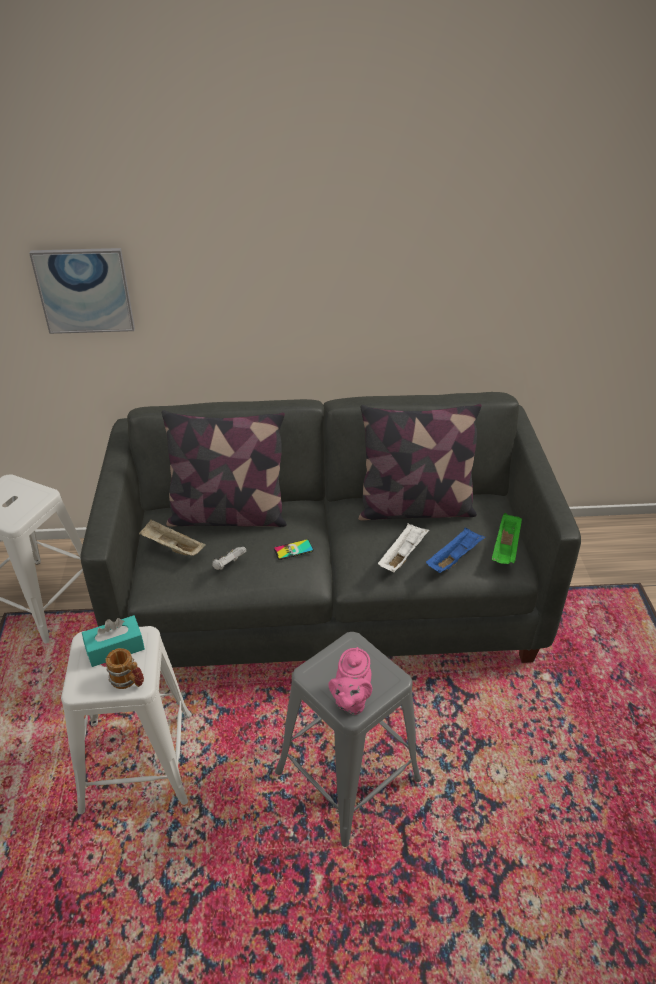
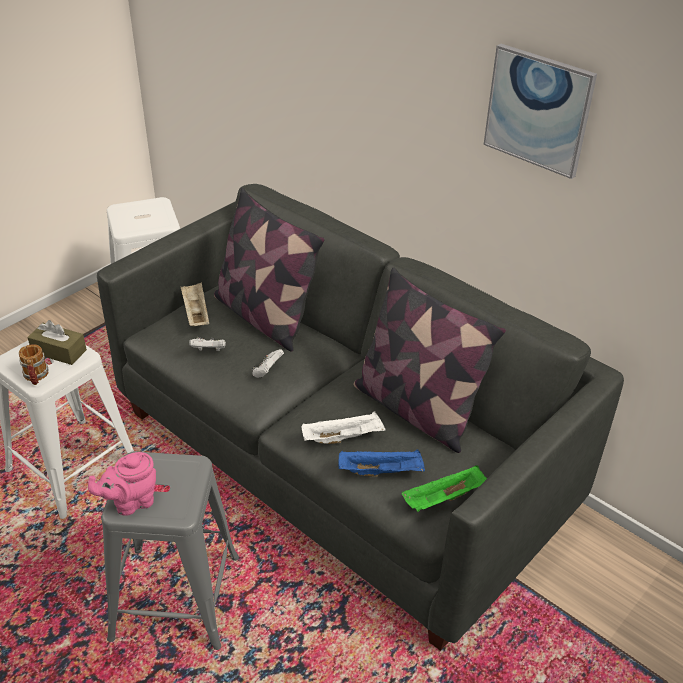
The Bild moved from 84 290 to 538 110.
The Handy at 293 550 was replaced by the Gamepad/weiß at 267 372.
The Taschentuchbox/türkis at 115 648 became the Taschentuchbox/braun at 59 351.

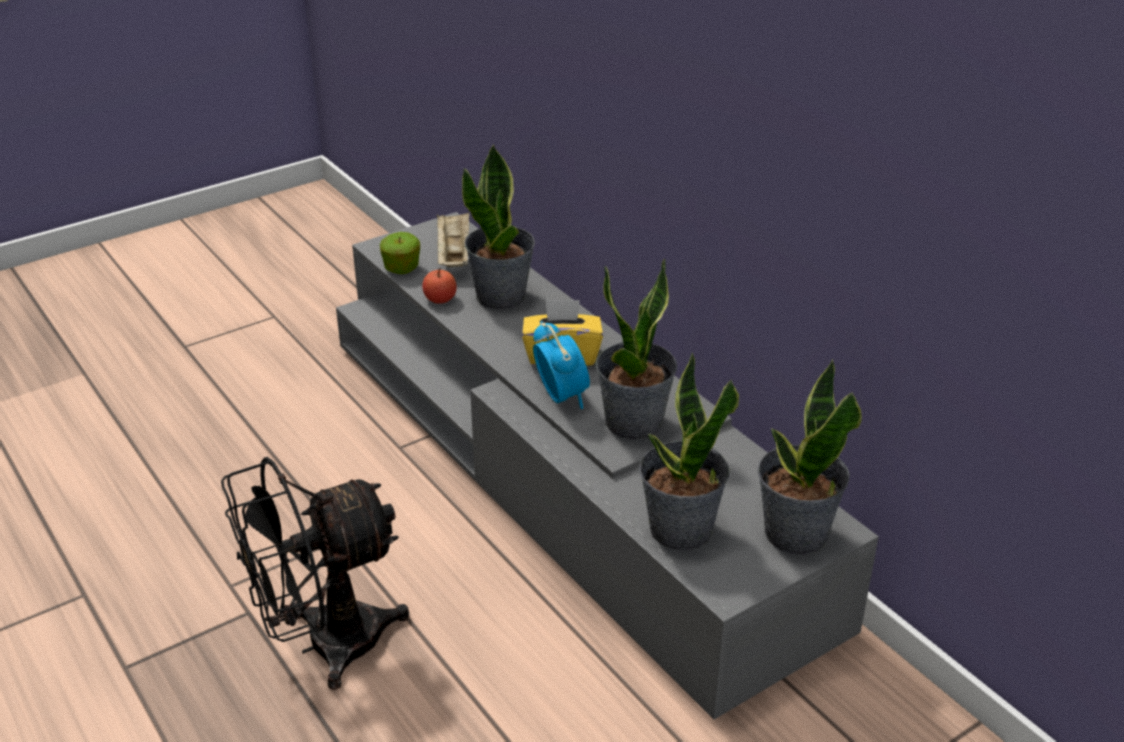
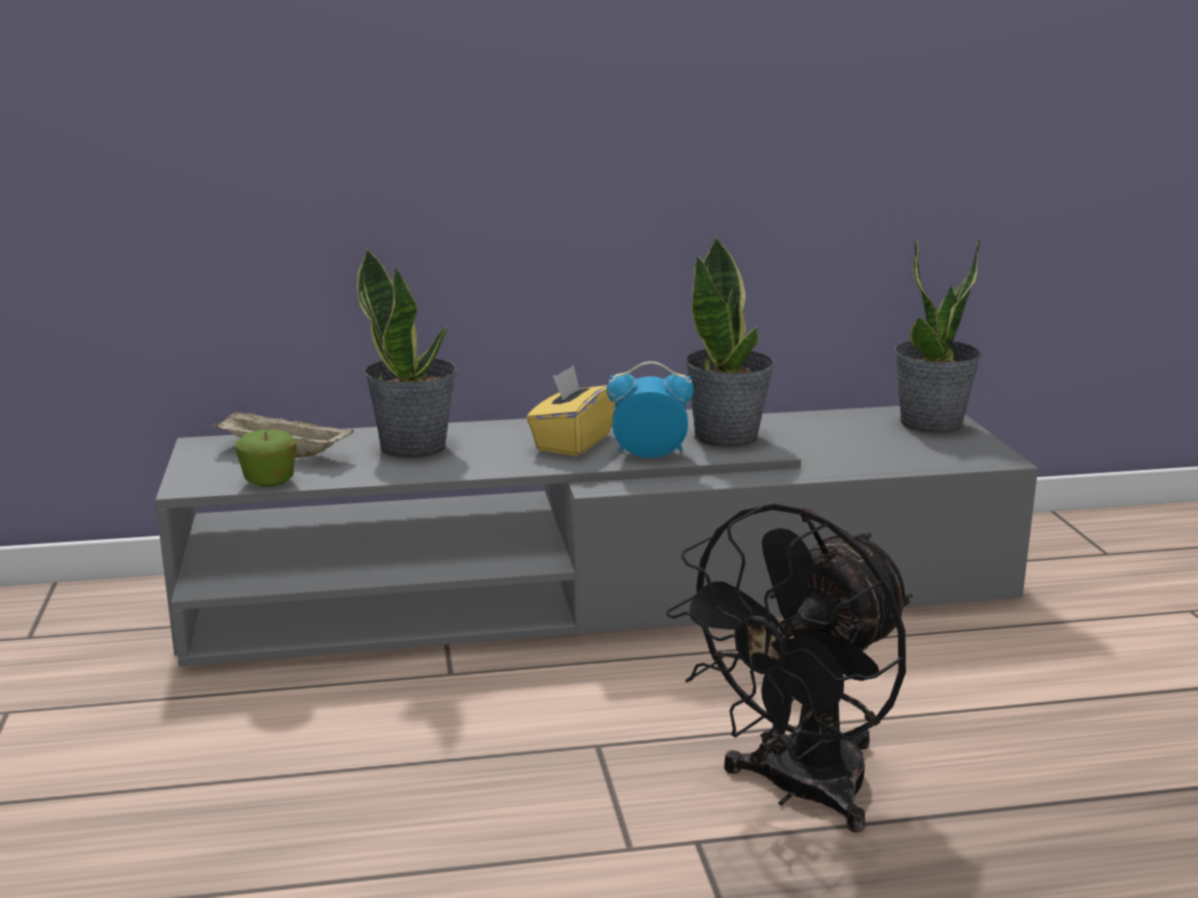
The Apfel at 440 299 disappeared.
The Topfpflanze at 680 530 disappeared.
The Ventilator/schwarz at 324 645 turned 45 degrees clockwise.

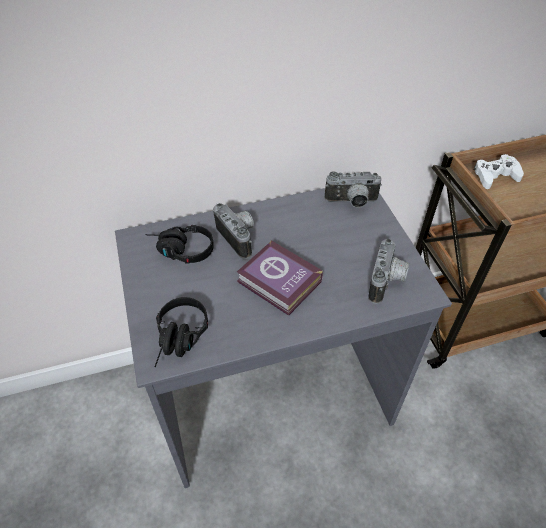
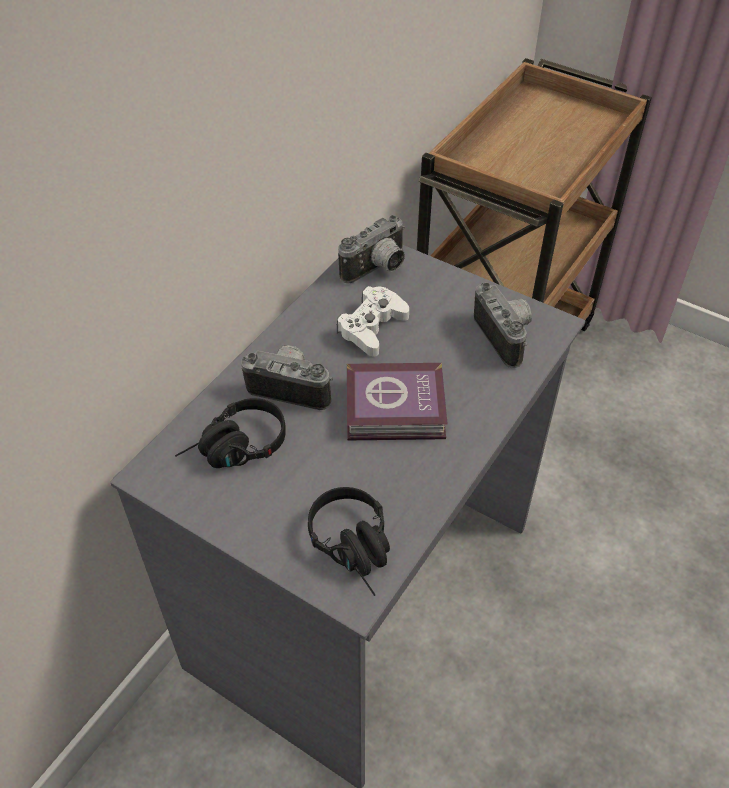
The Gamepad/weiß moved from 495 176 to 372 327.

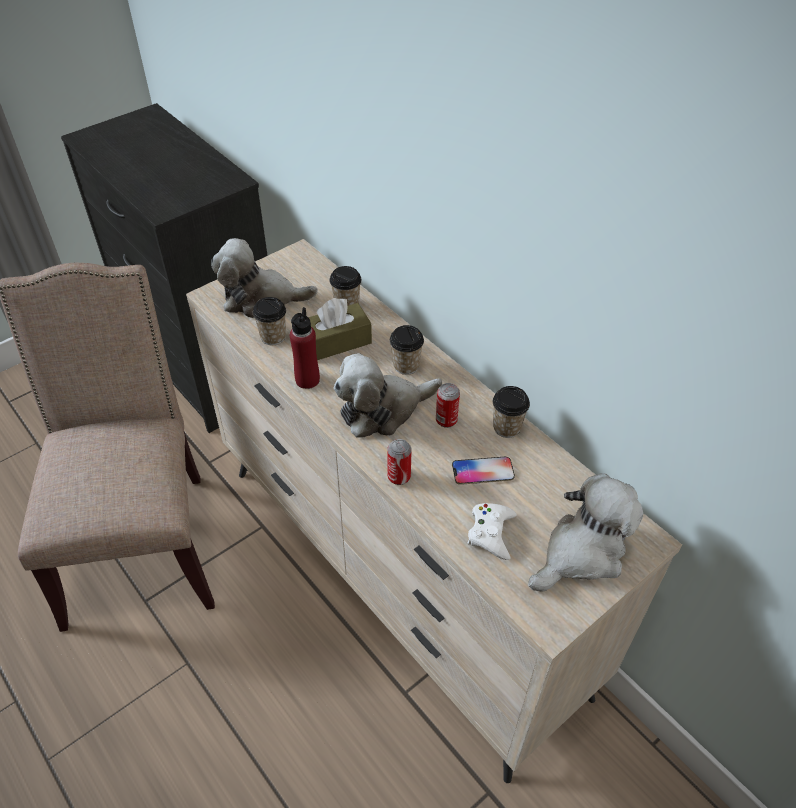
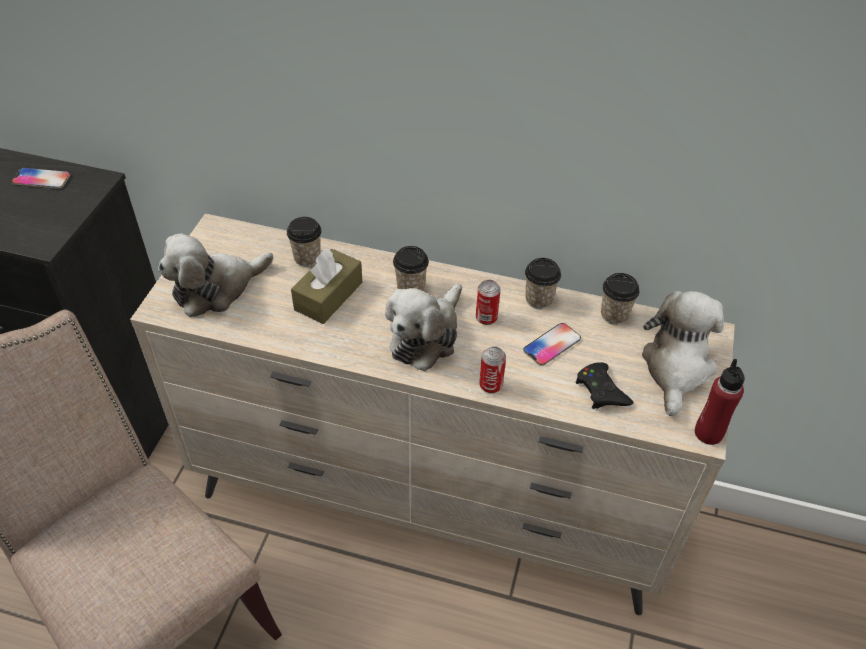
The Handy at 41 179 appeared.
The Tasse moved from 273 337 to 614 315.
The Flasche/rot moved from 307 380 to 708 433.
The Gamepad/weiß at 491 533 became the Gamepad/schwarz at 601 390.

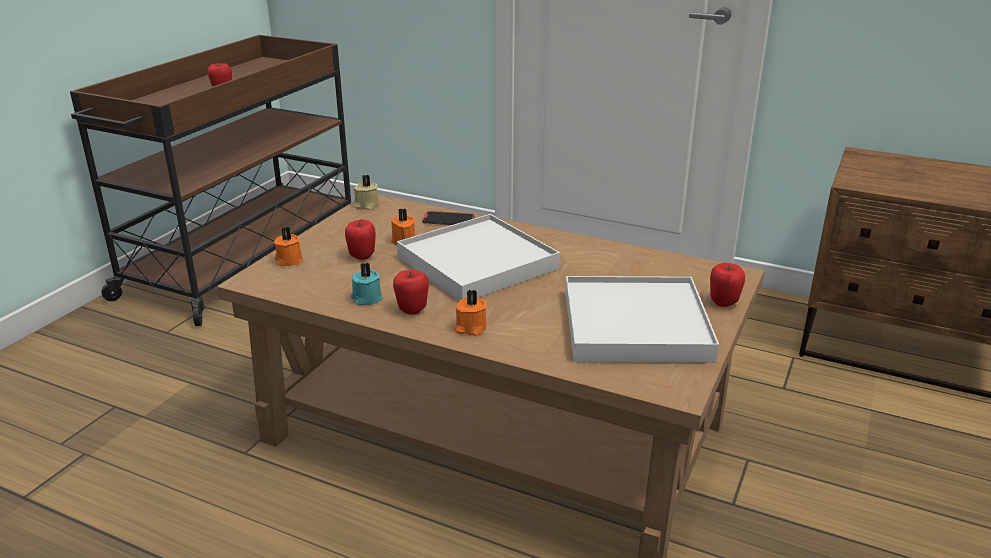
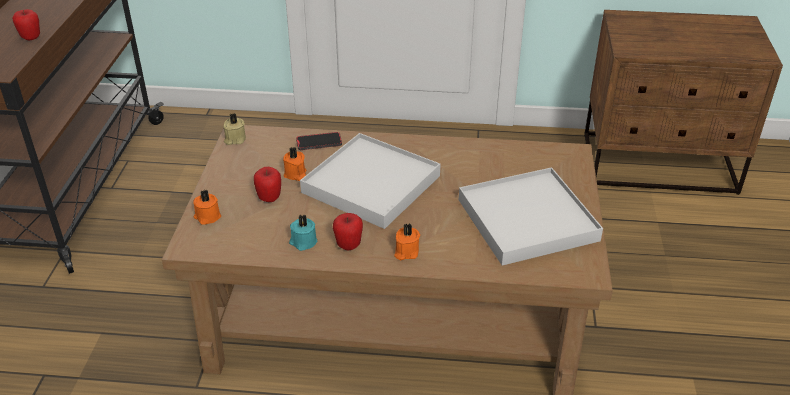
The Apfel at 724 303 disappeared.

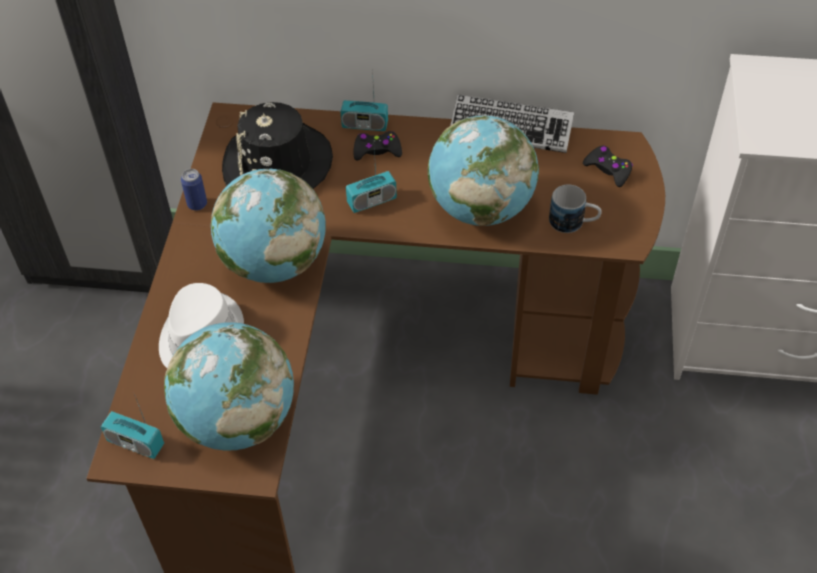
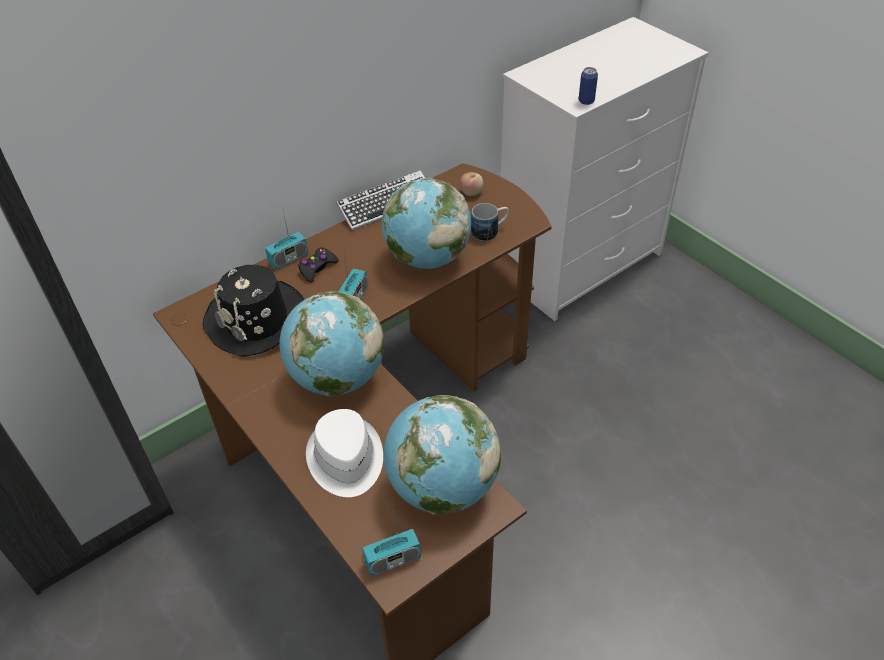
The Dose moved from 197 204 to 586 101.
The Gamepad/schwarz at 608 170 was replaced by the Apfel at 471 192.

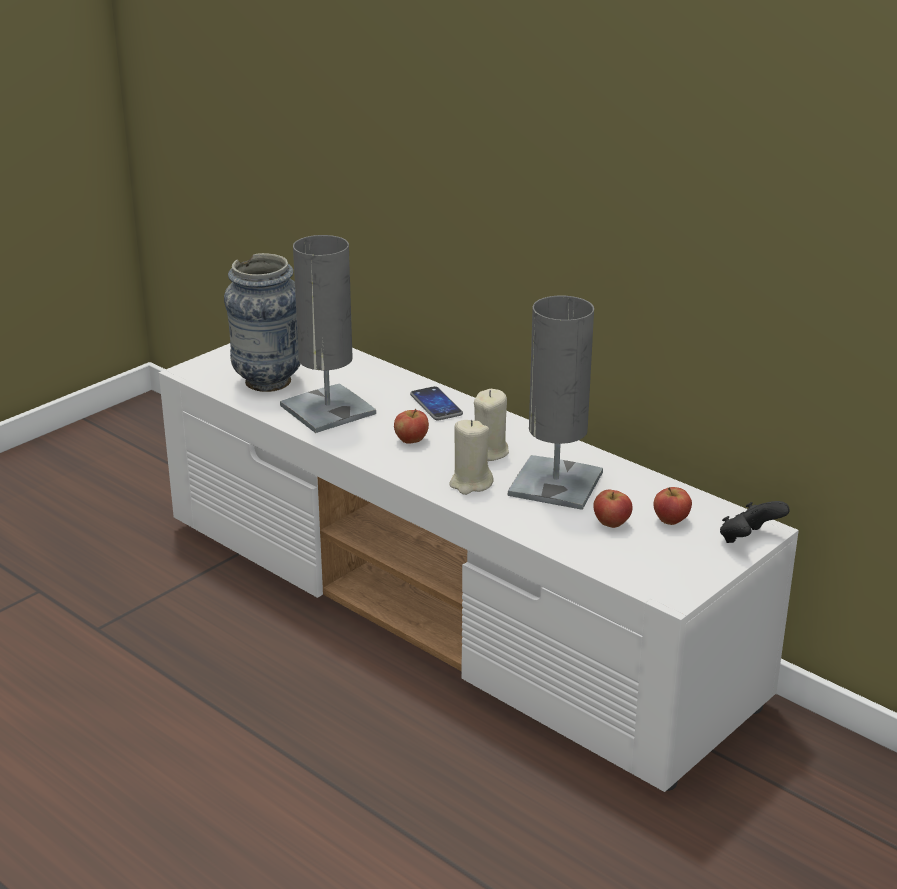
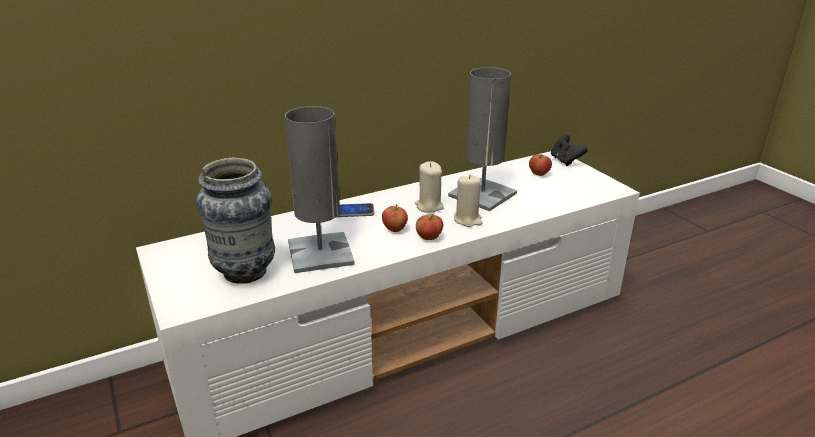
The Apfel moved from 611 523 to 429 237.

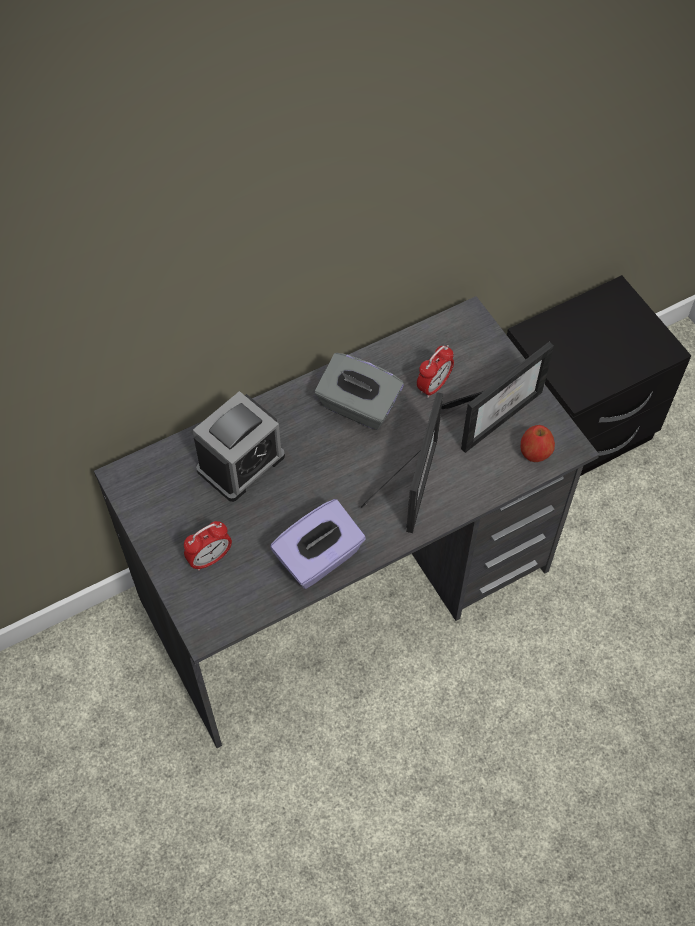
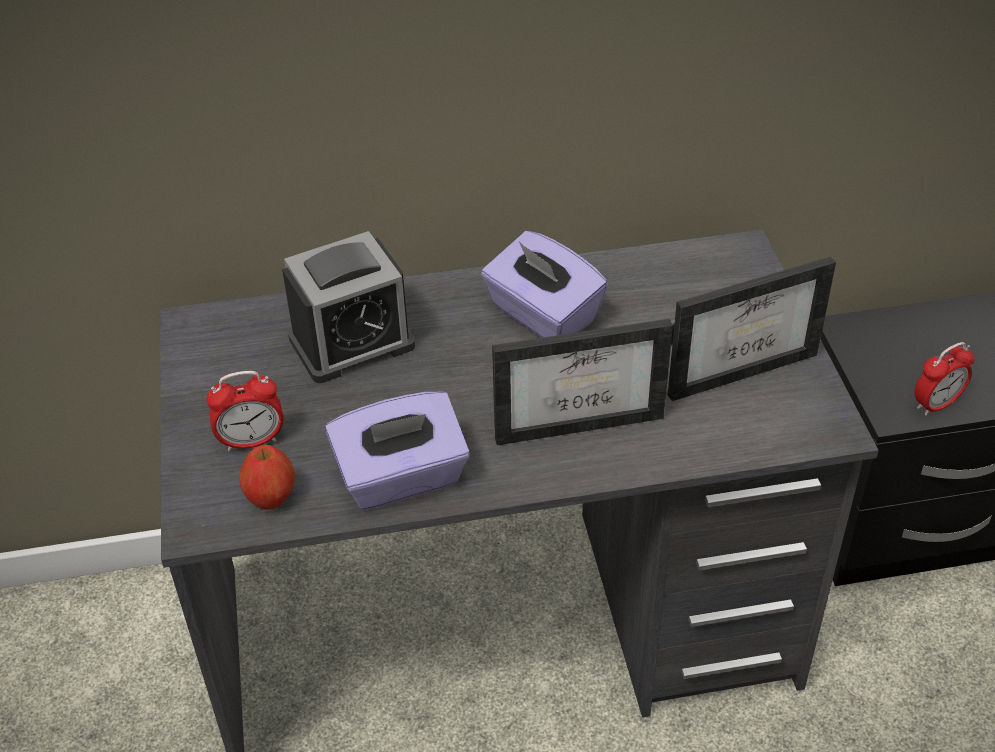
The Wecker moved from 433 386 to 936 404.
The Apfel moved from 534 453 to 271 498.
The Taschentuchbox/grau at 358 406 became the Taschentuchbox/lila at 542 315.
The Bilderrahmen at 411 480 turned 45 degrees clockwise.

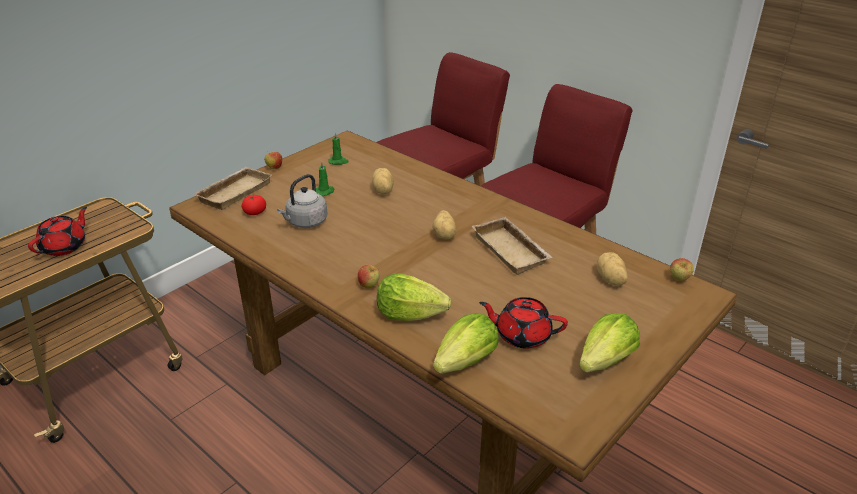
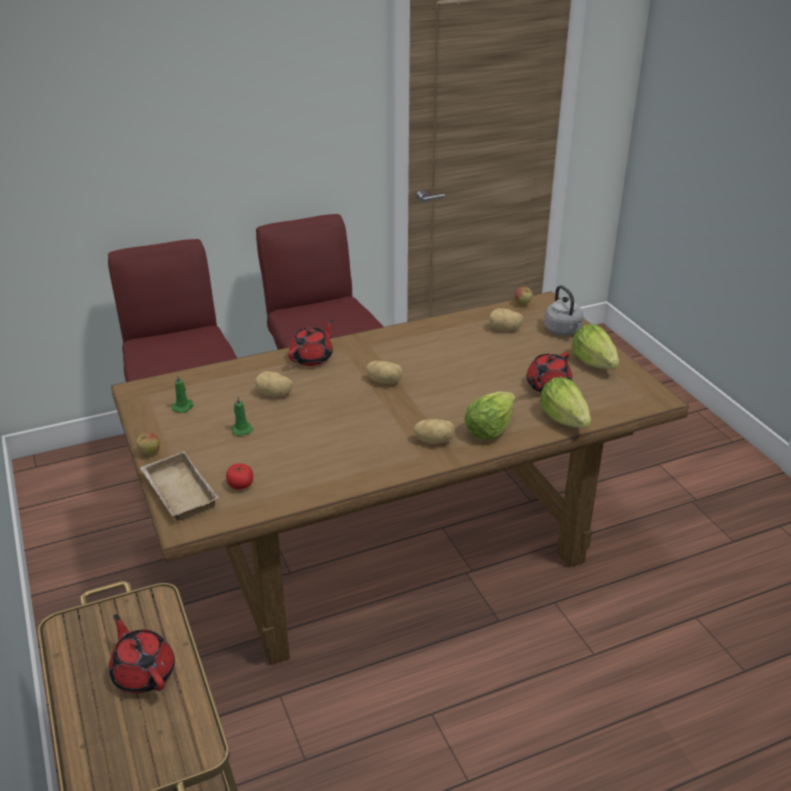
The Tablett/beige at 512 250 disappeared.
The Teekanne/rot at 312 357 appeared.
The Wasserkessel/grau moved from 305 222 to 563 330.
The Apfel at 369 286 was replaced by the Kartoffel at 434 440.

